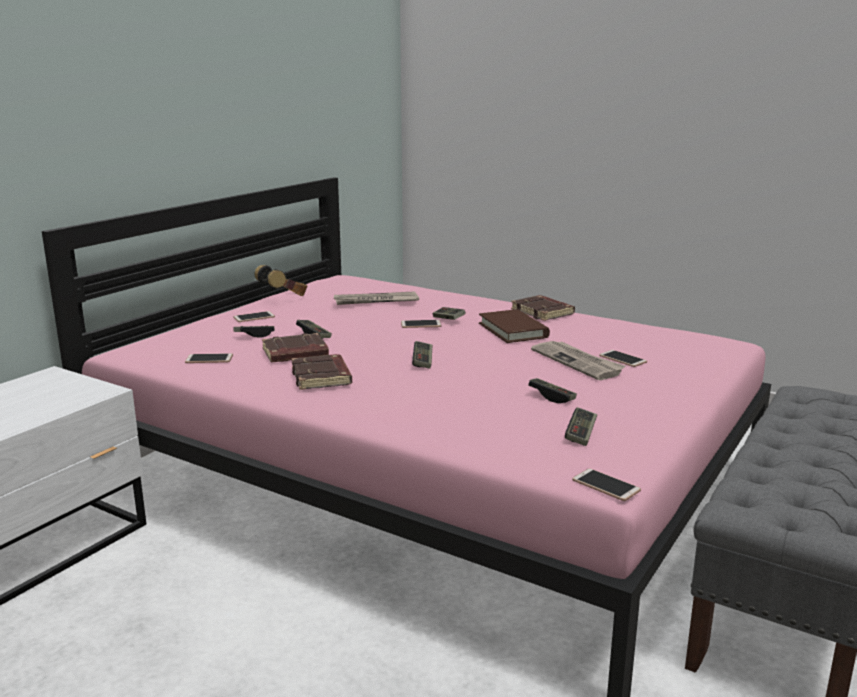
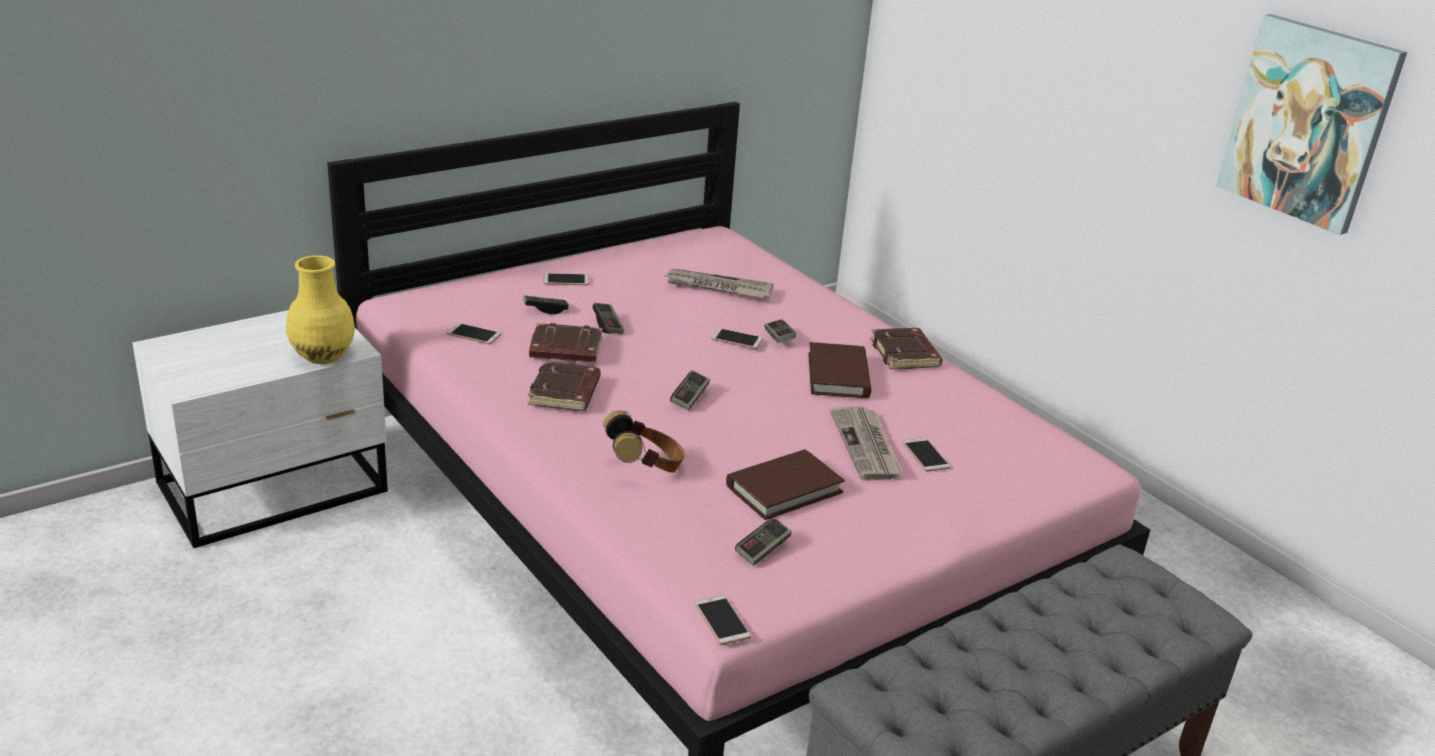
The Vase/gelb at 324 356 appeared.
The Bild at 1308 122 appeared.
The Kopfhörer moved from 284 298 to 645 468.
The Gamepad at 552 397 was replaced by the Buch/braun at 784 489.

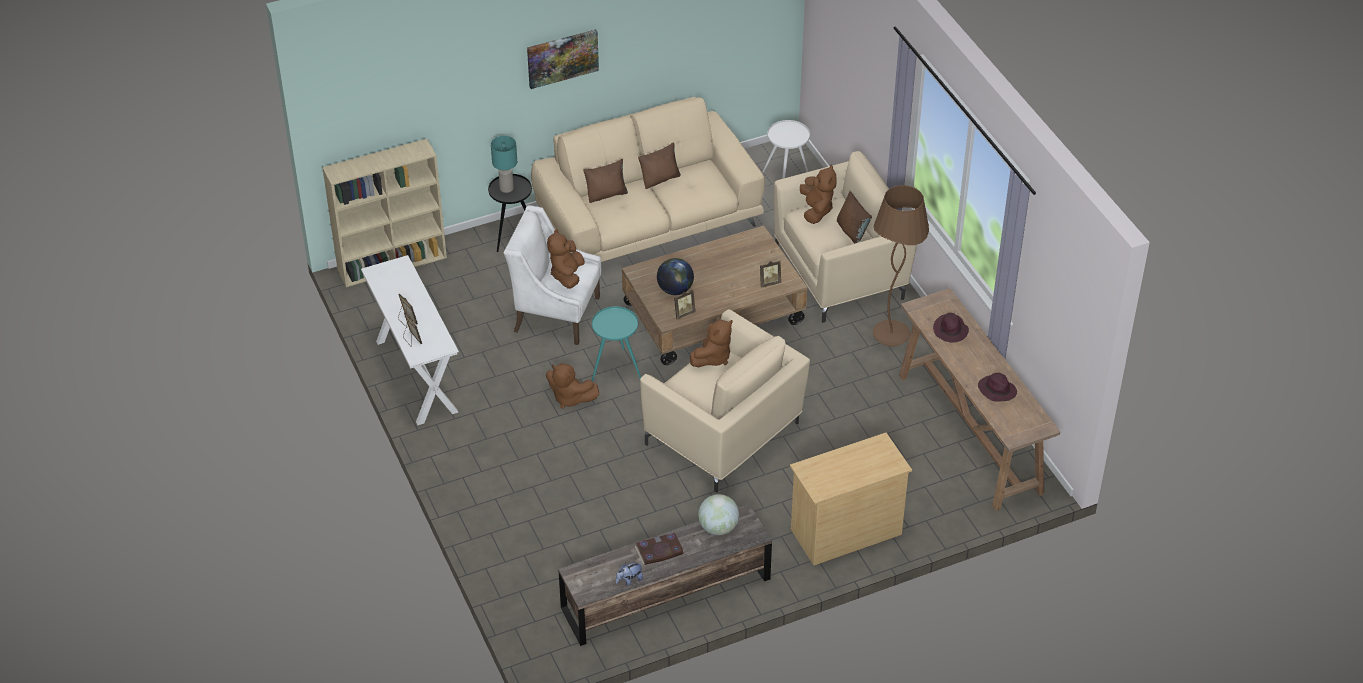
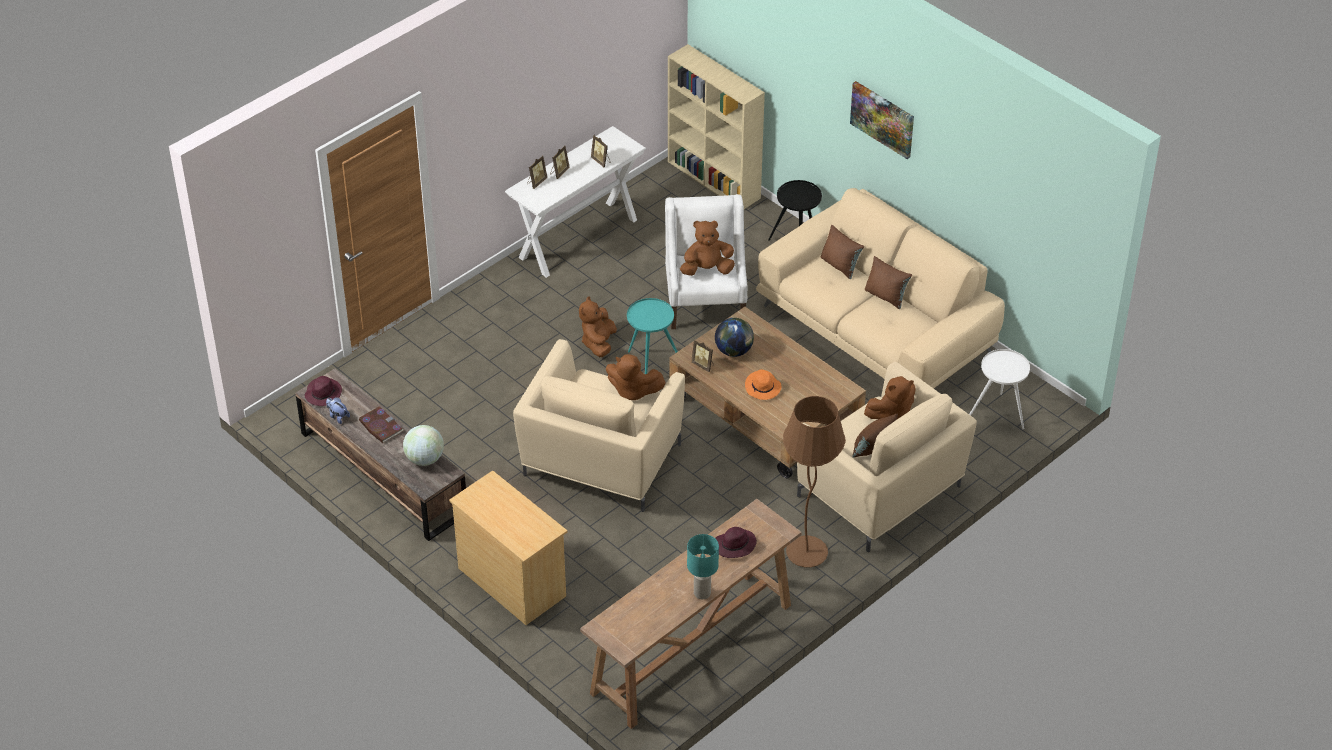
The Hut/orange at 763 388 appeared.
The Tischlampe/türkis moved from 506 188 to 702 593.
The Bilderrahmen moved from 769 282 to 601 161.
The Hut/lila moved from 996 390 to 323 393.

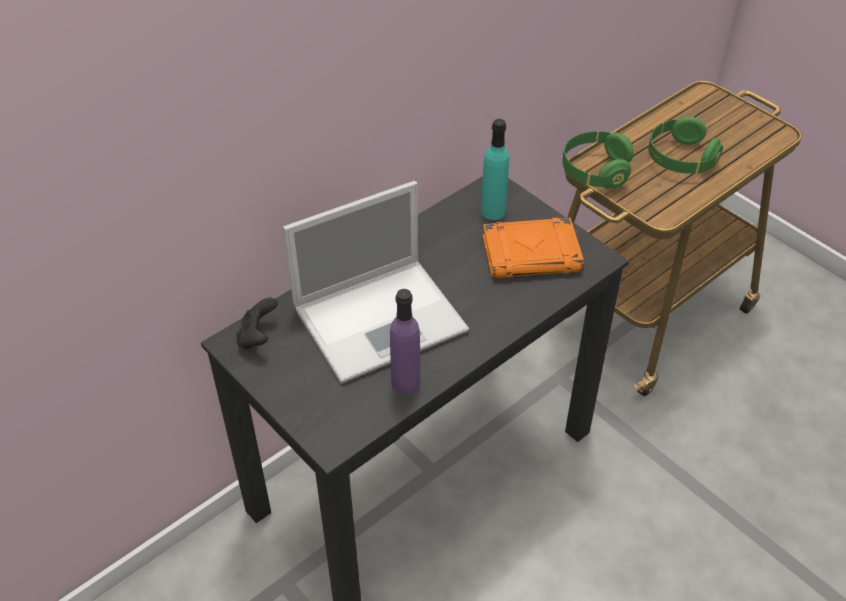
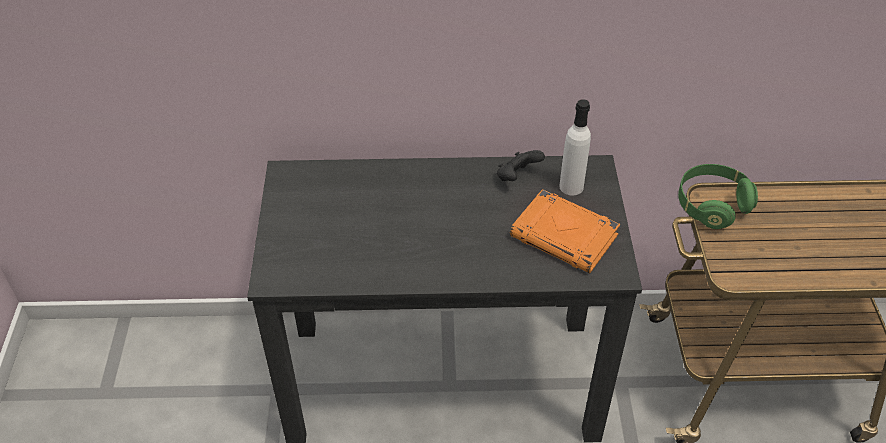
The Laptop at 382 318 disappeared.
The Flasche/lila at 405 383 disappeared.
The Kopfhörer/grün at 680 159 disappeared.
The Gamepad/schwarz moved from 258 337 to 517 177.
The Flasche/türkis at 493 211 became the Flasche/weiß at 571 186.

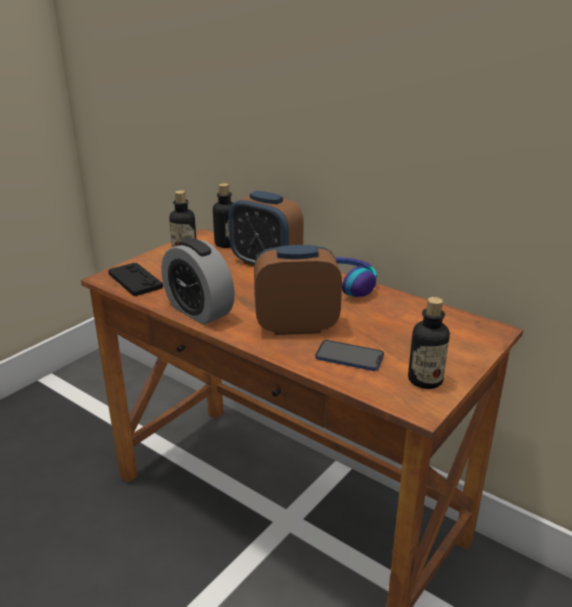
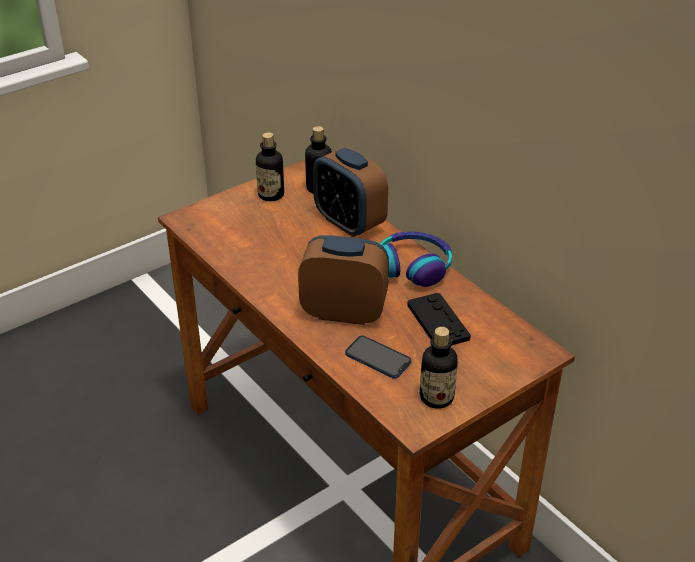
The Wecker at 199 311 disappeared.
The Gamepad/schwarz moved from 135 280 to 438 322.

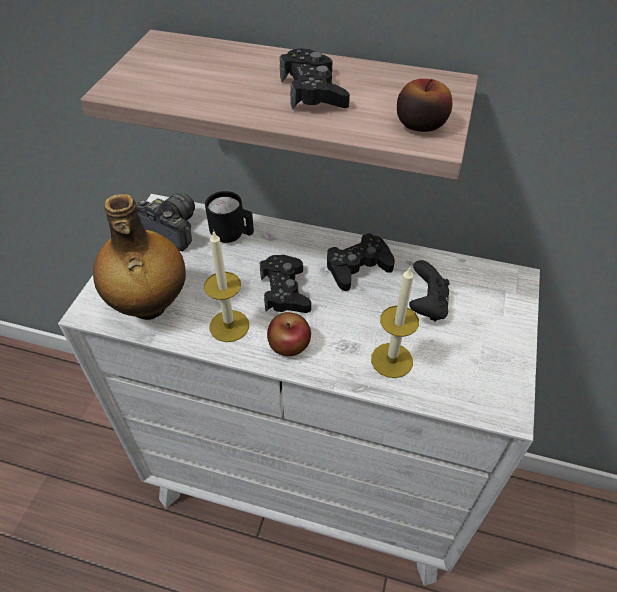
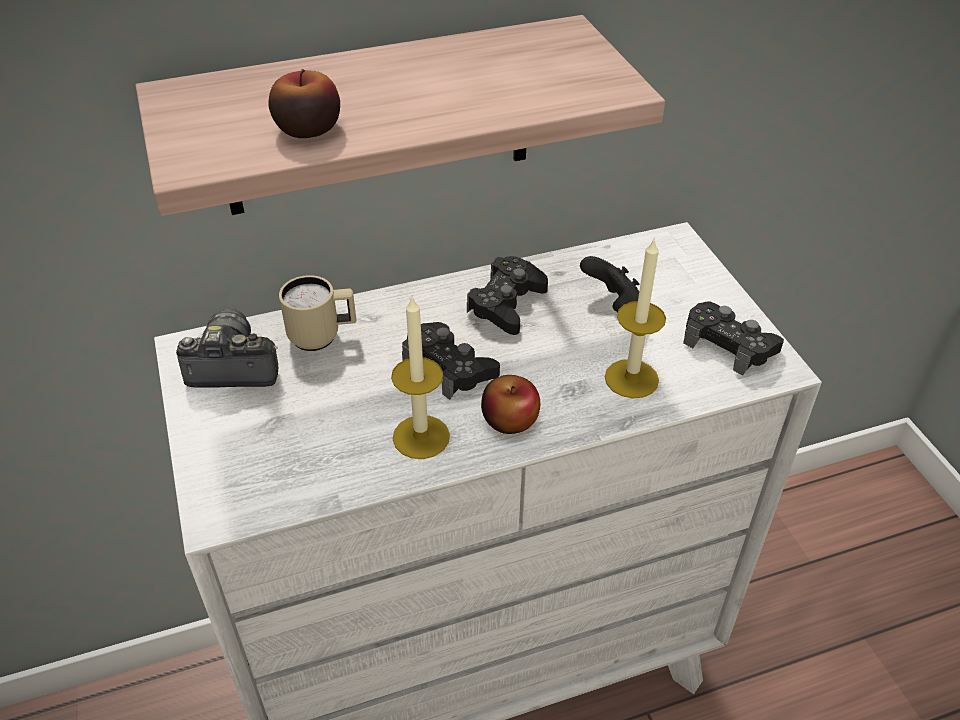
The Flasche at 149 305 disappeared.
The Gamepad/schwarz moved from 313 91 to 729 345.
The Apfel moved from 420 124 to 307 129.
The Henkelbecher/schwarz at 233 235 became the Henkelbecher/beige at 323 337.

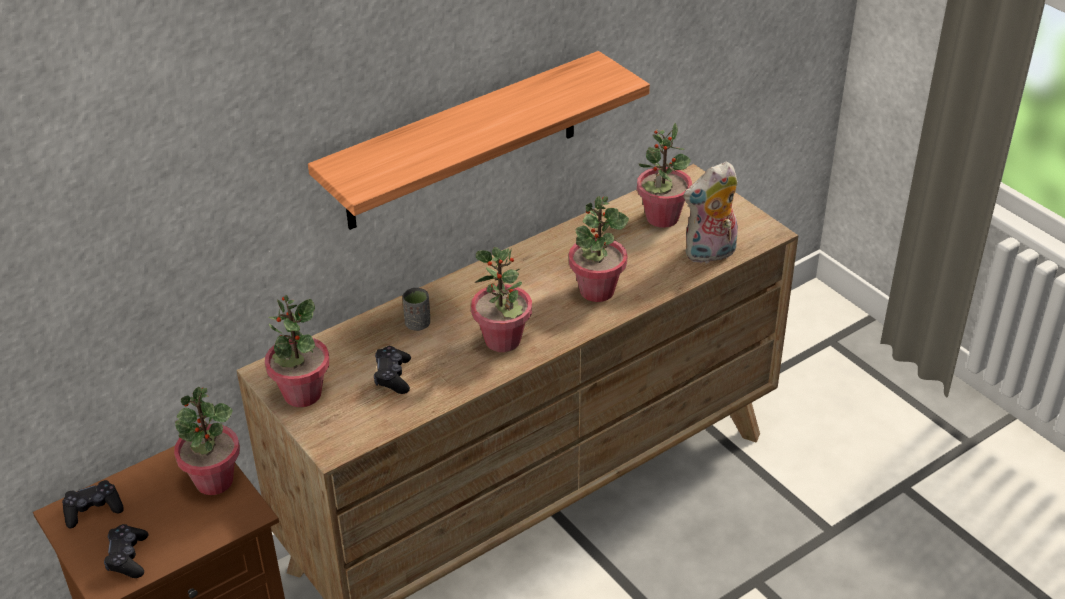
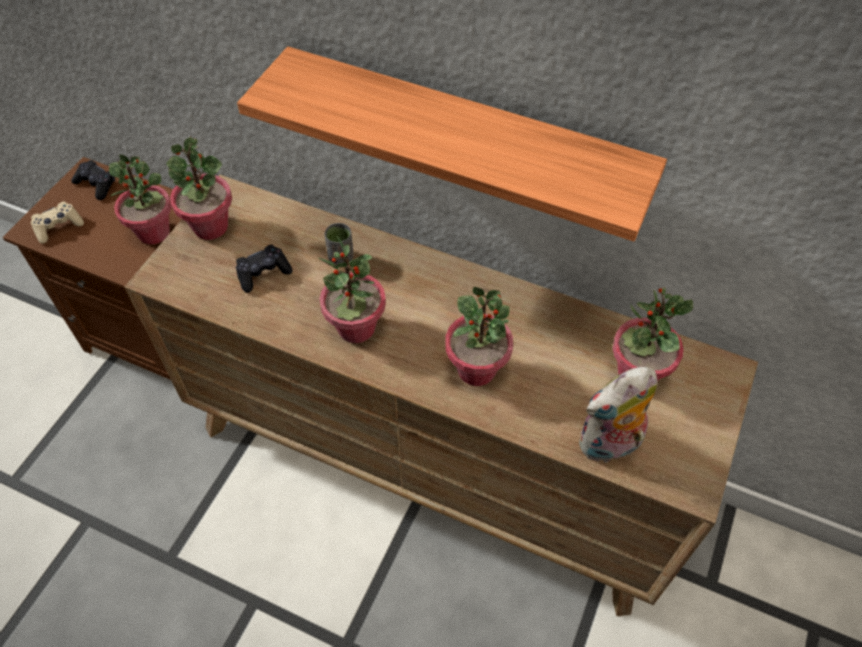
The Gamepad/schwarz at 128 557 became the Gamepad/beige at 58 227.
The Plüschtier at 710 254 turned 60 degrees counterclockwise.

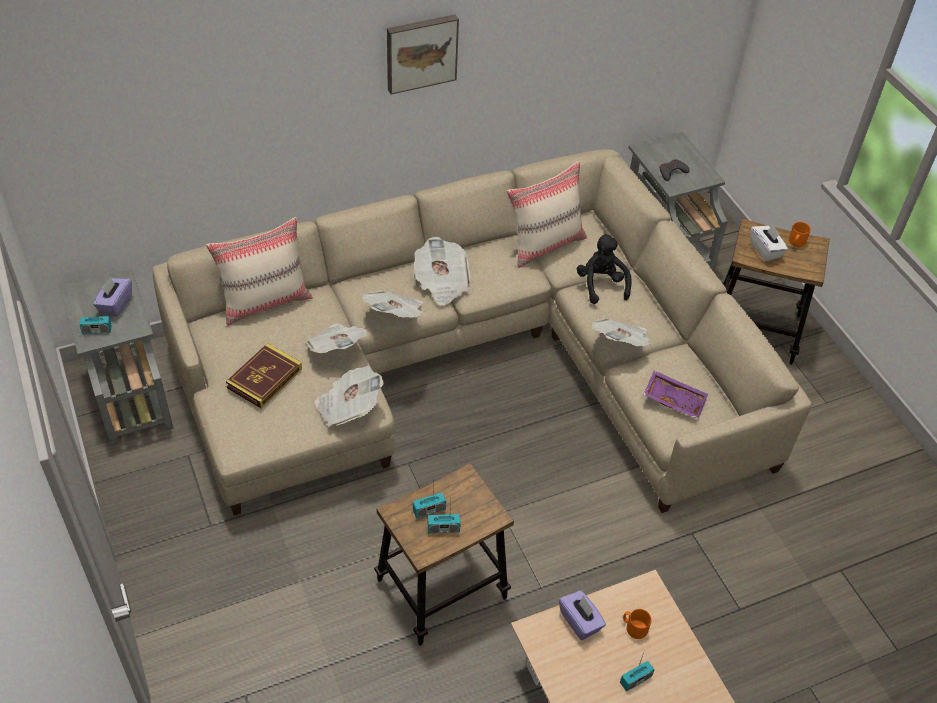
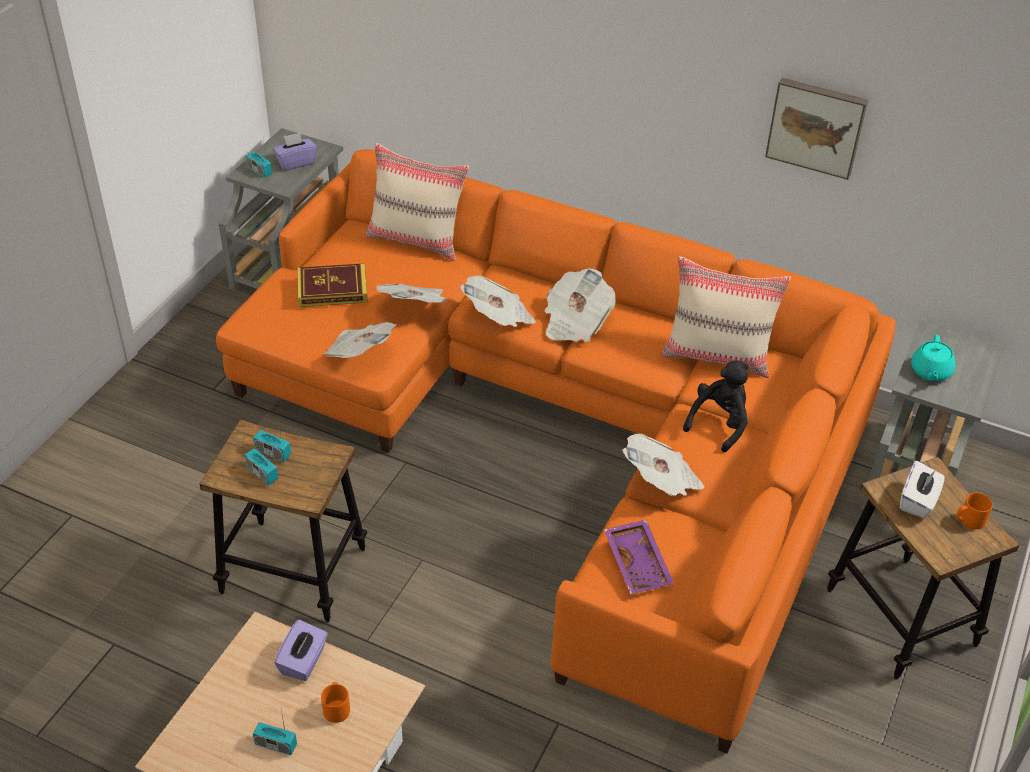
The Bild moved from 421 52 to 816 126.
The Gamepad/grau at 672 172 was replaced by the Teekanne/türkis at 930 372.
The Sofa/beige at 471 363 became the Sofa/orange at 569 431.

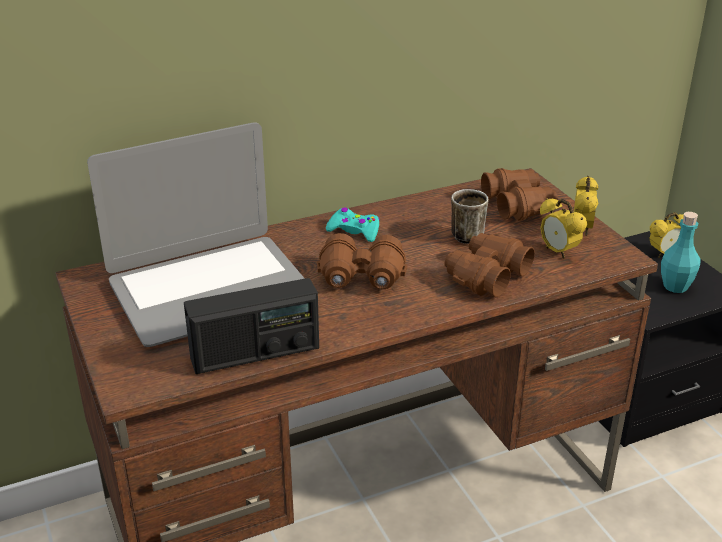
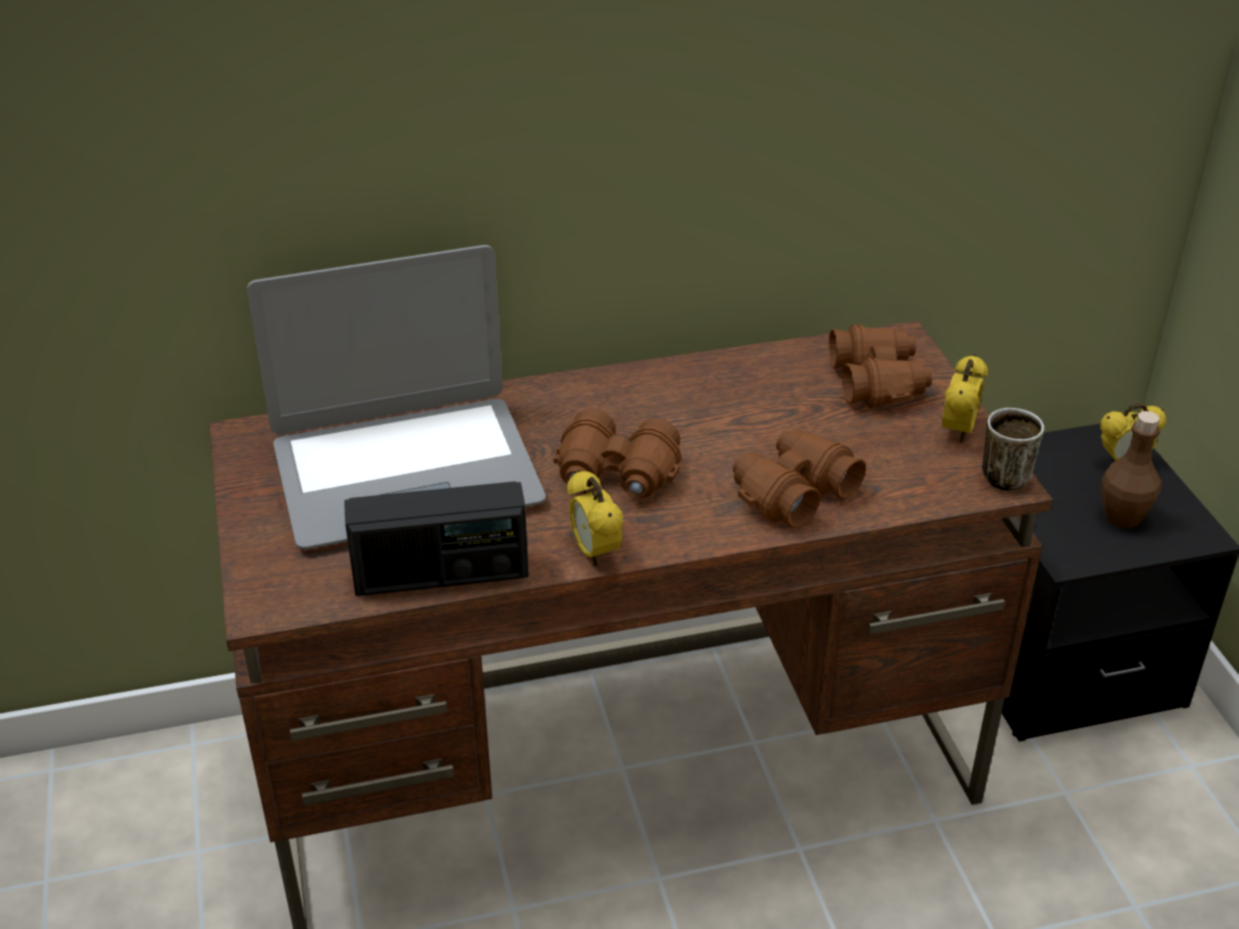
The Gamepad/türkis at 354 231 disappeared.
The Henkelbecher moved from 468 234 to 1008 474.
The Wecker moved from 558 252 to 595 553.
The Flasche/türkis at 675 286 became the Flasche/braun at 1122 517.

